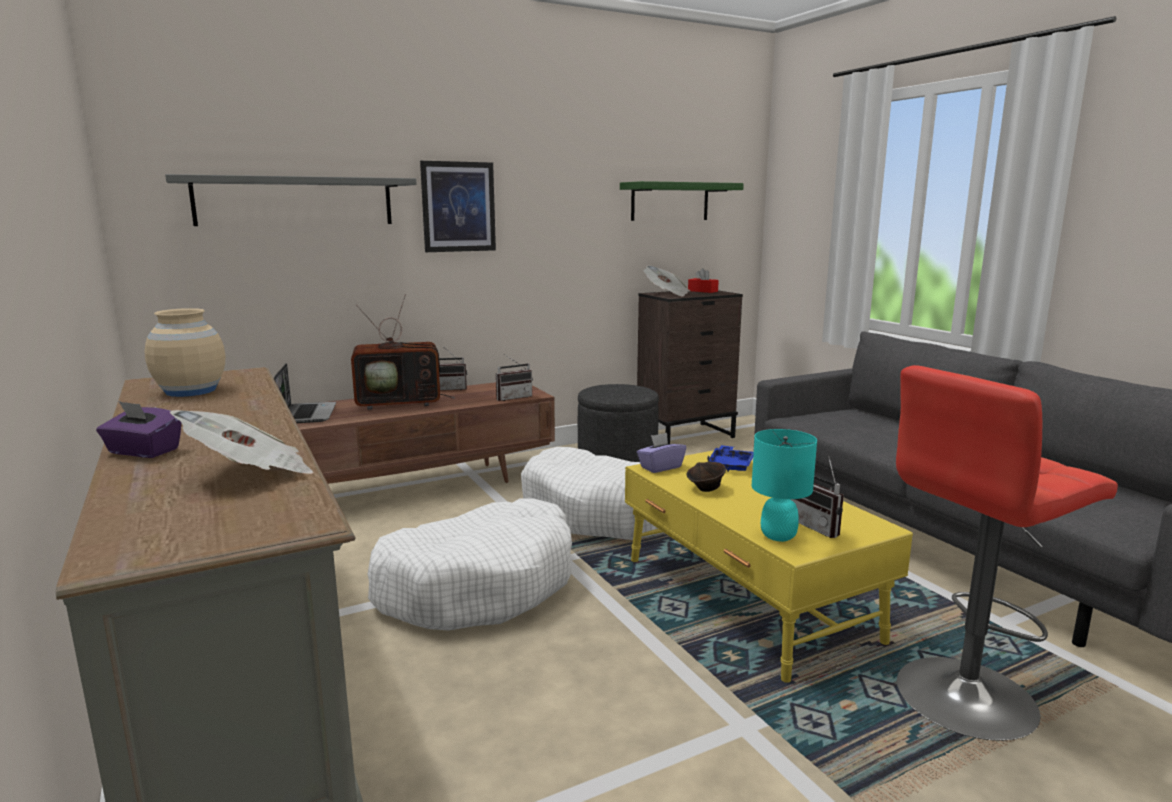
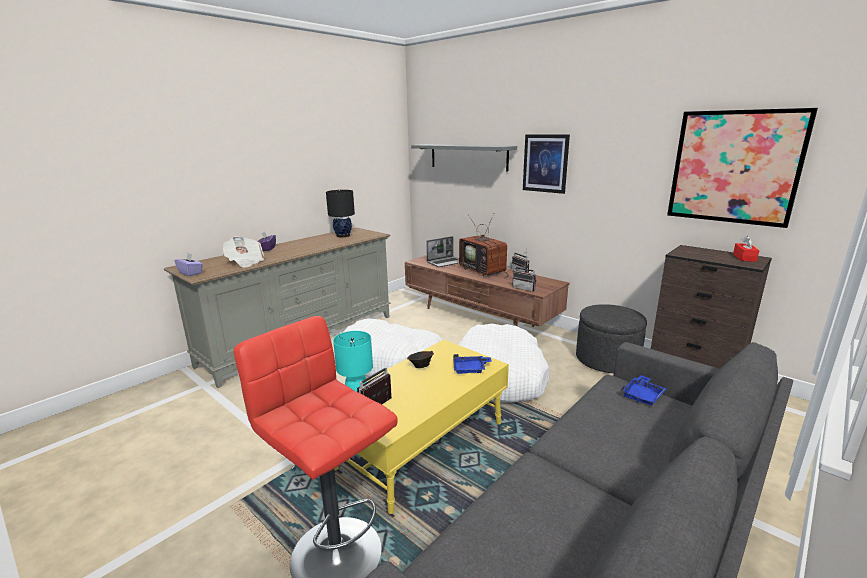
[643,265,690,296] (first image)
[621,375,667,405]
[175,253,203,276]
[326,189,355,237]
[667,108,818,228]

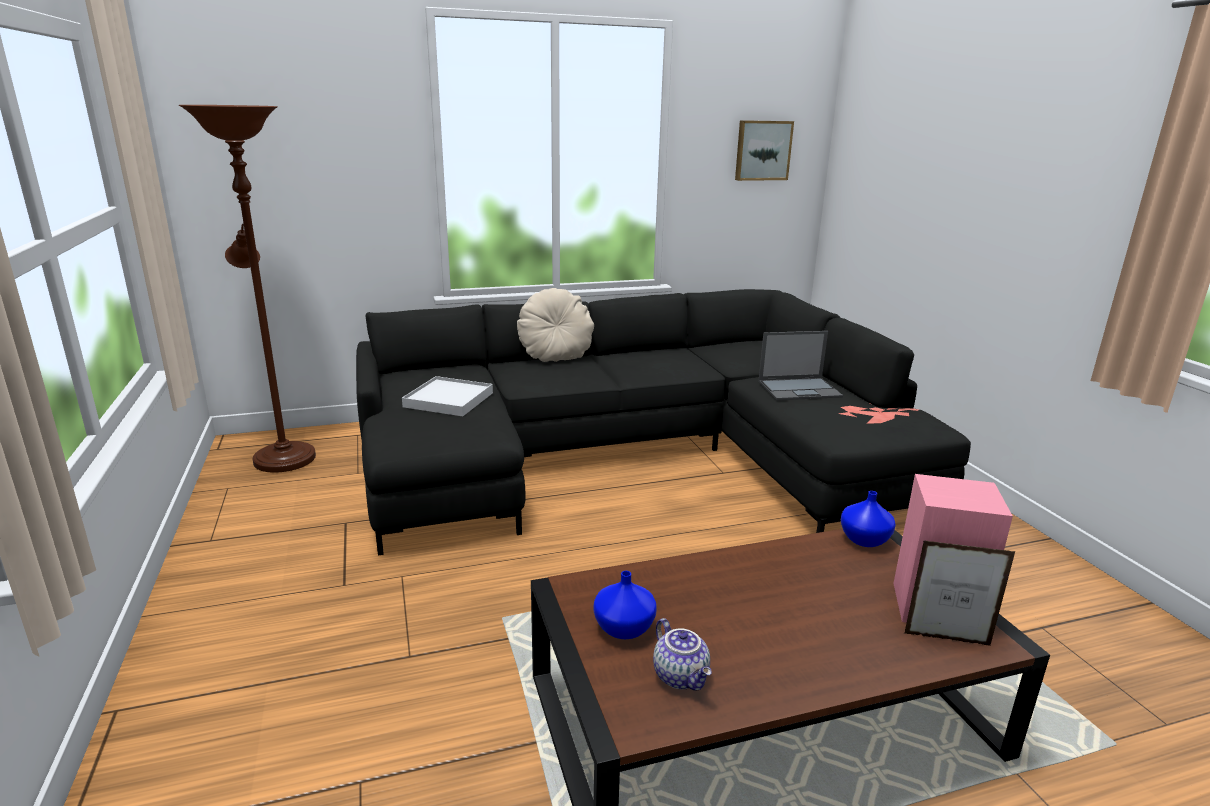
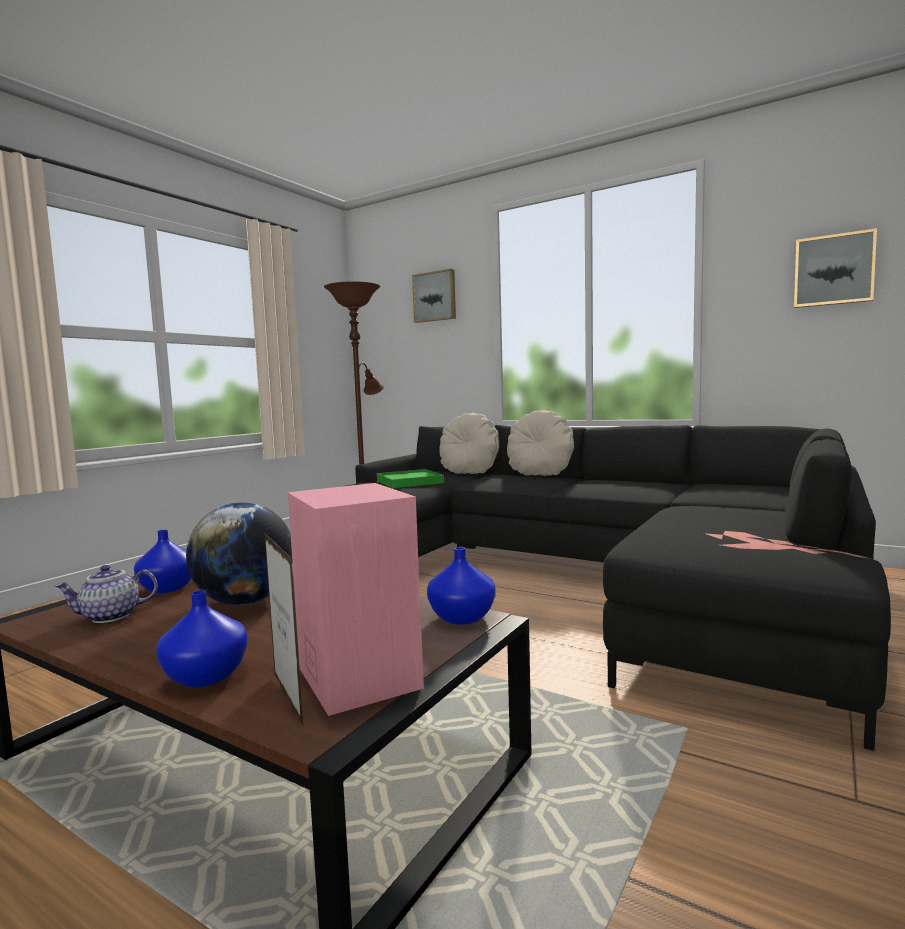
[758,331,843,400] (first image)
[156,590,248,687]
[186,502,292,605]
[412,269,456,323]
[439,413,499,474]
[377,469,444,488]
[54,565,158,623]

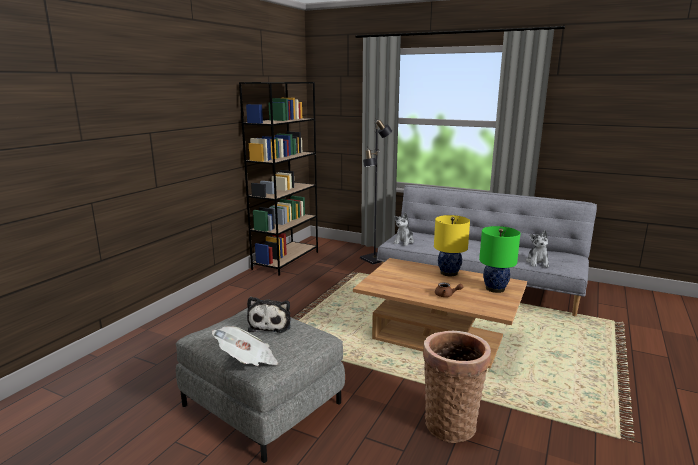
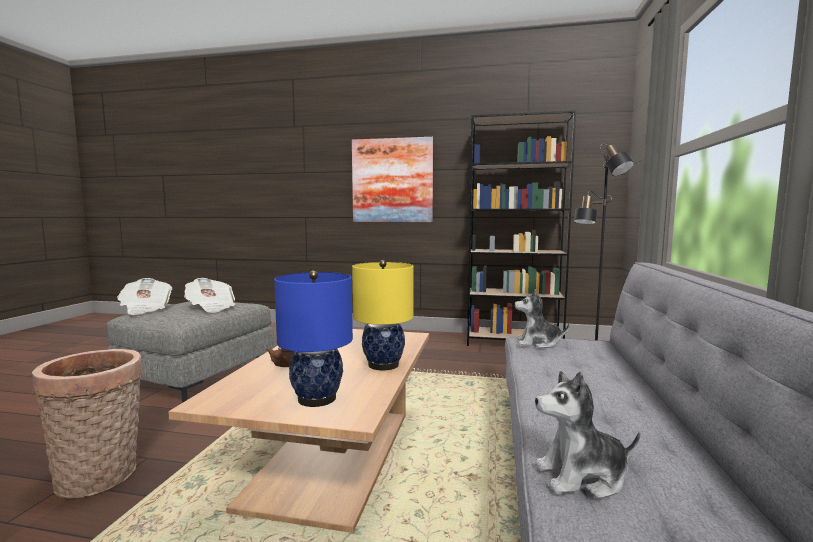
[352,137,433,222]
[184,278,236,313]
[274,271,353,407]

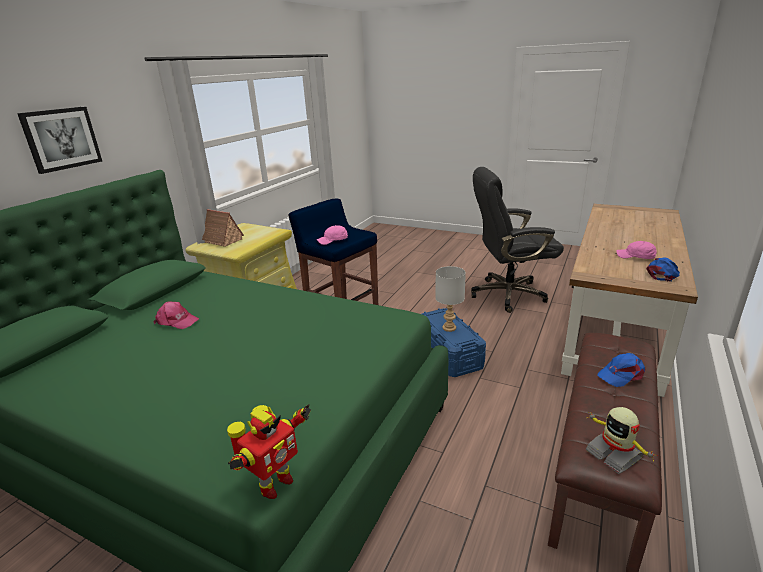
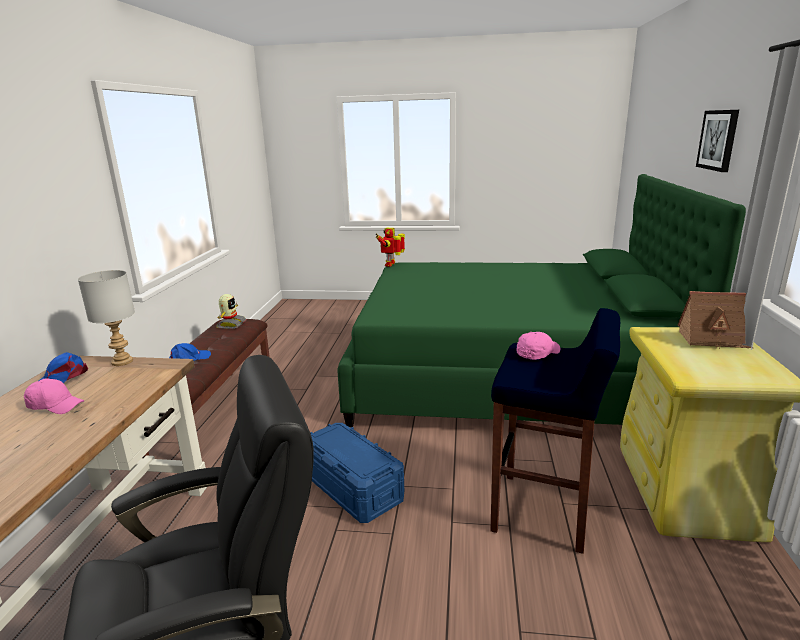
[153,301,199,329] (first image)
[78,270,135,366]
[216,294,246,329]

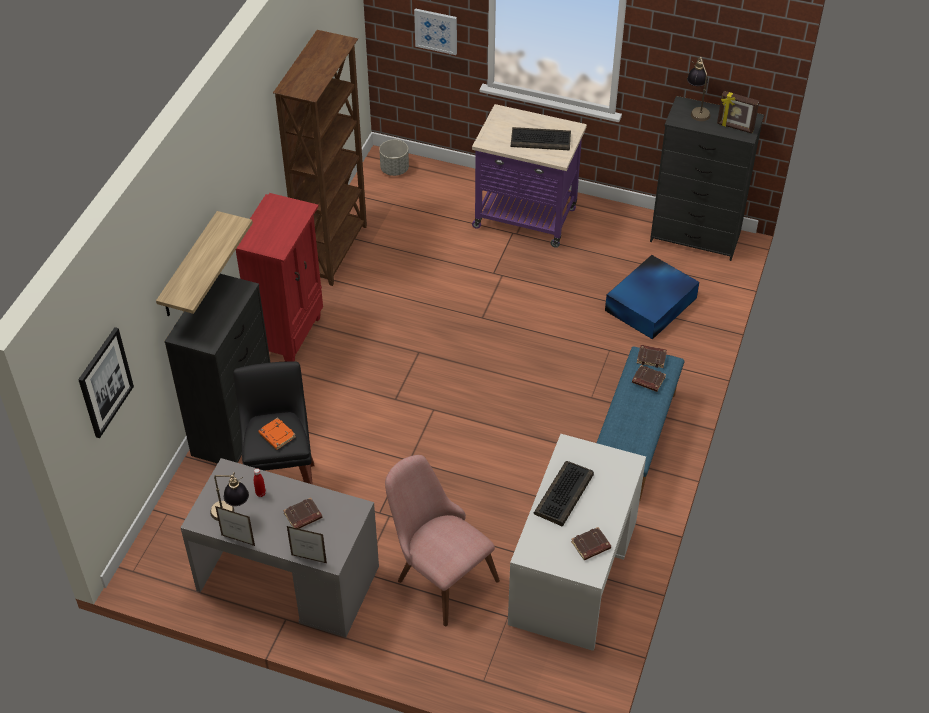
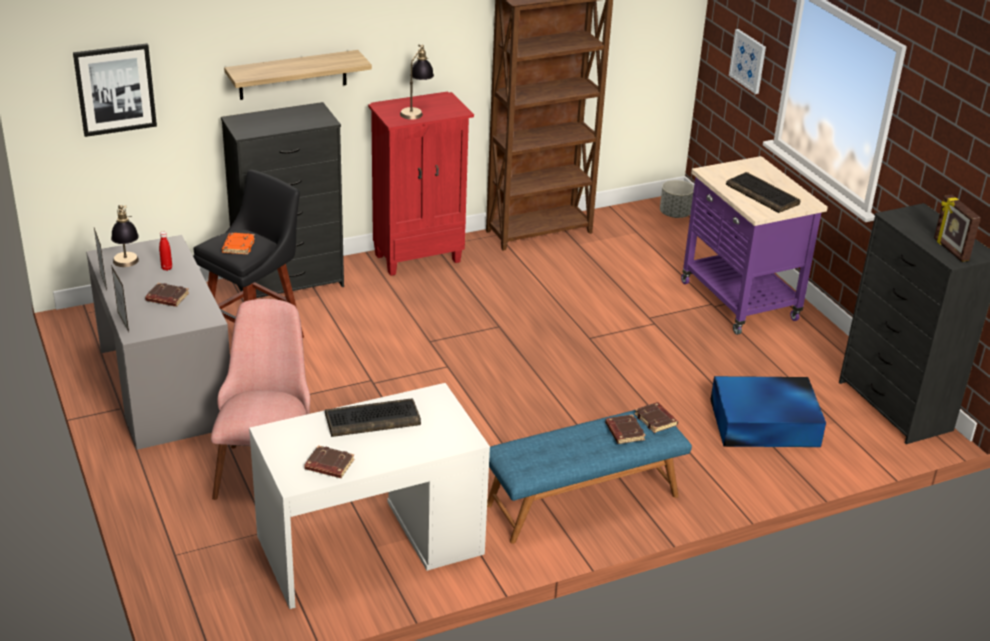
[400,45,434,120]

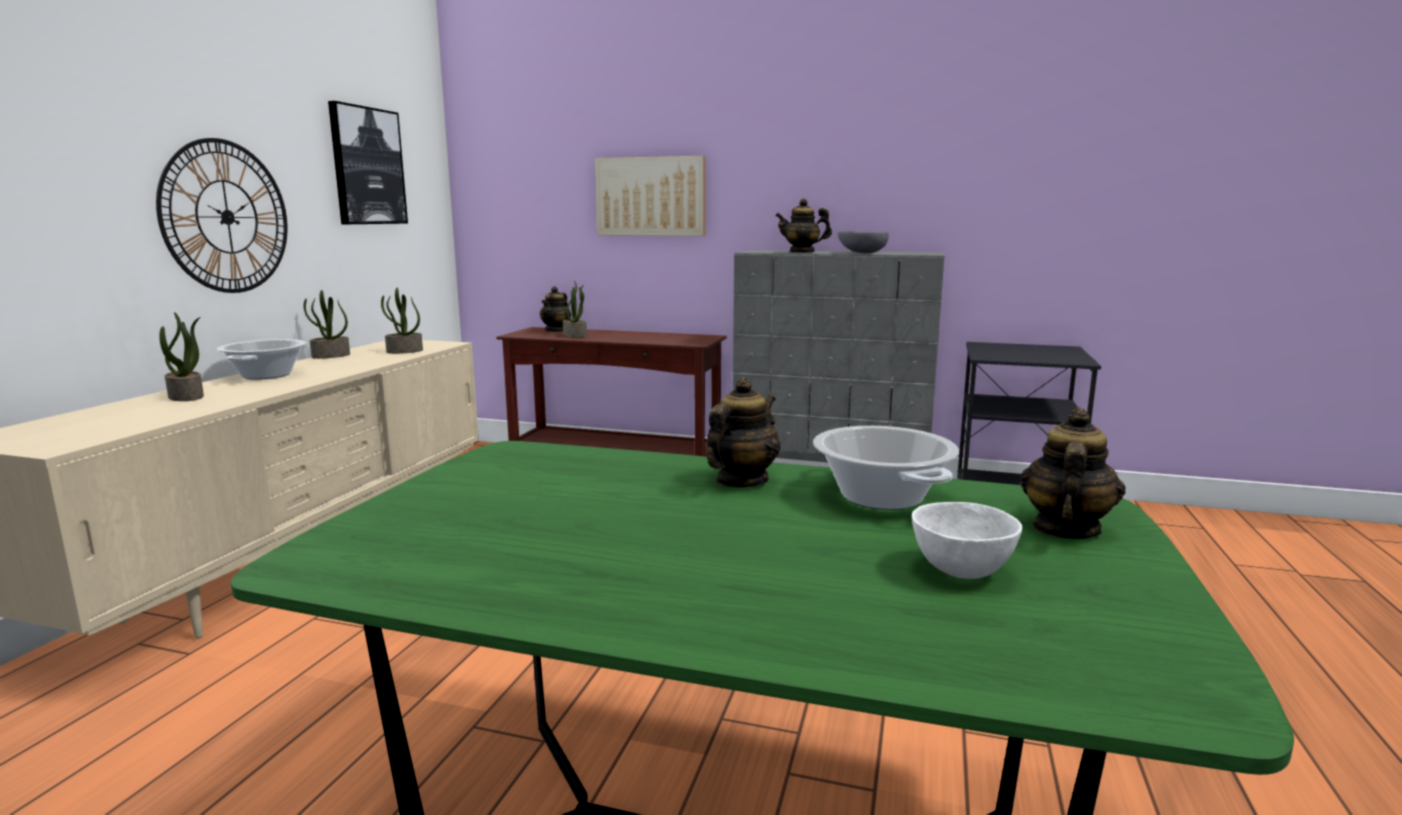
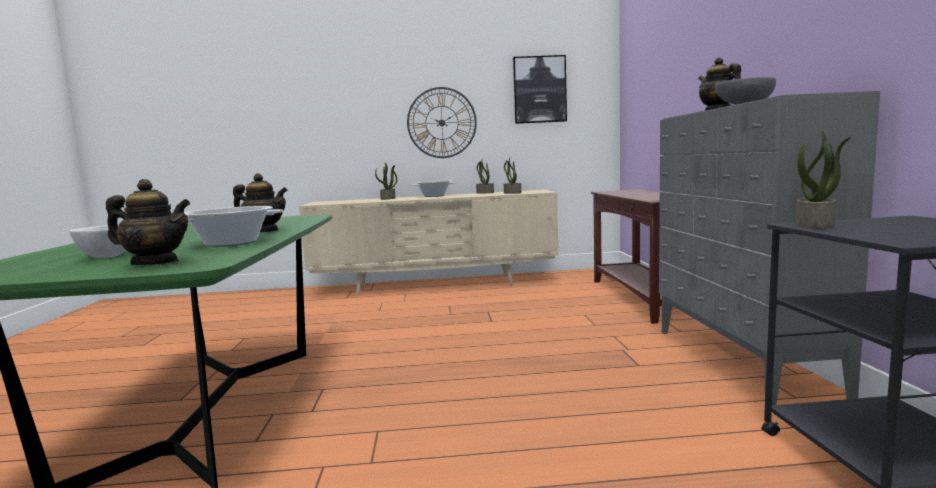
[540,286,571,332] (first image)
[595,156,705,236] (first image)
[796,130,851,229]

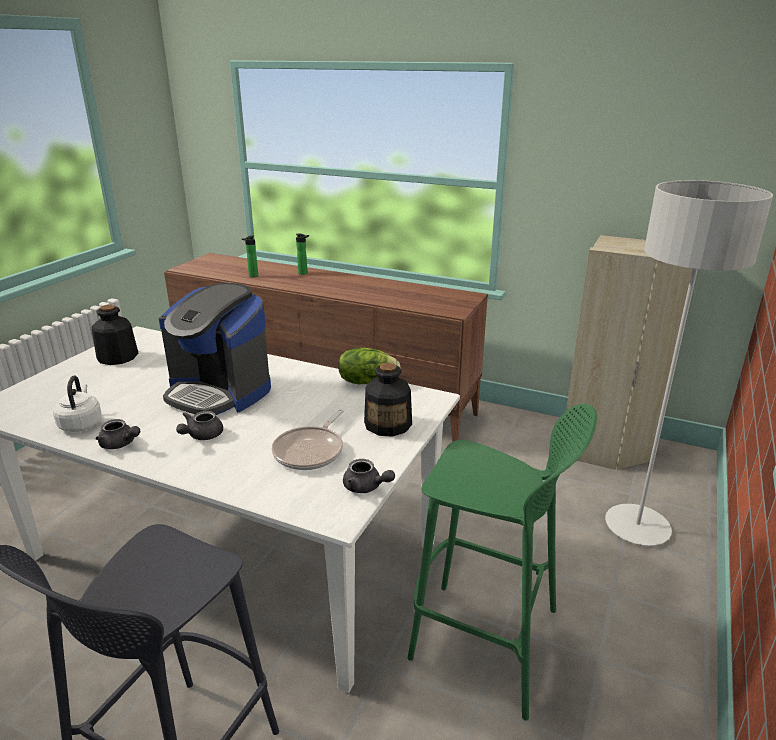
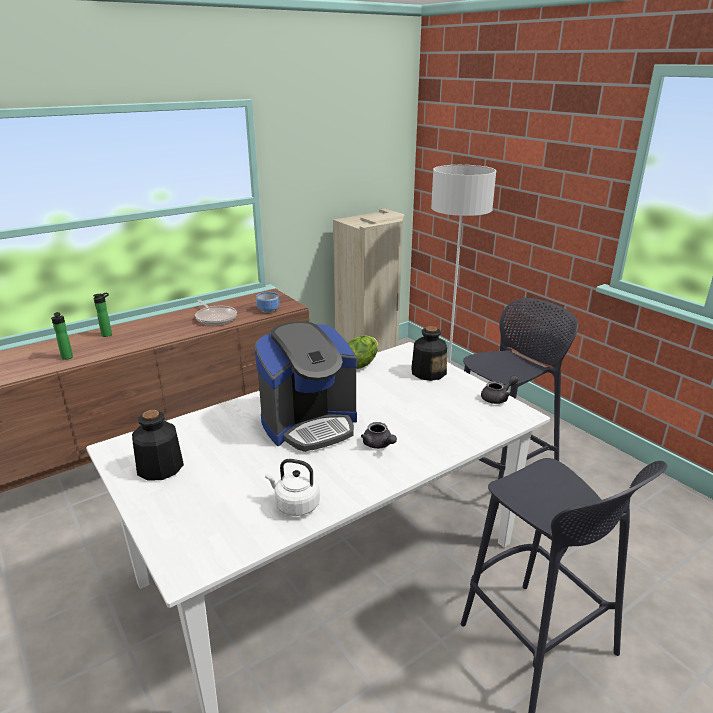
[95,419,140,449] (first image)
[256,292,279,313]
[195,300,237,325]
[463,298,578,510]

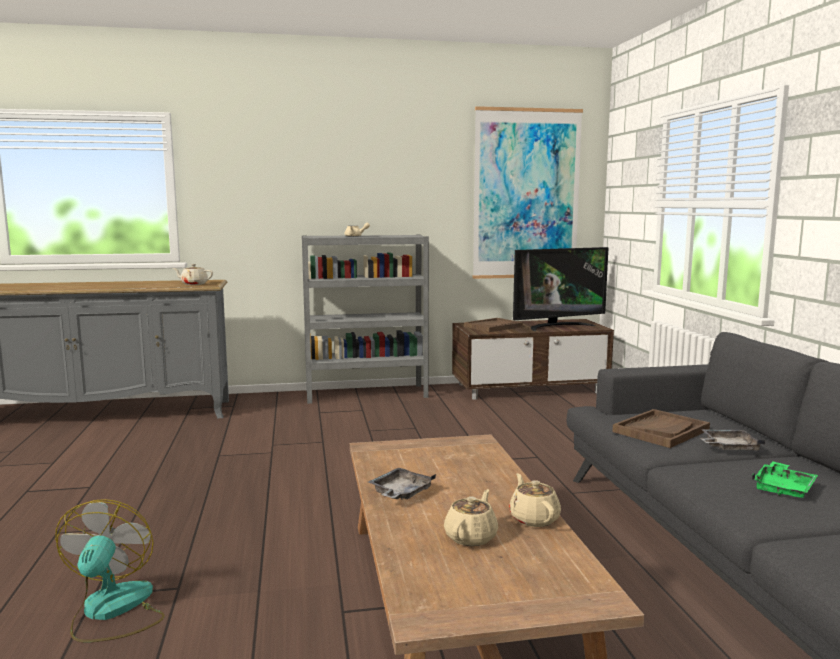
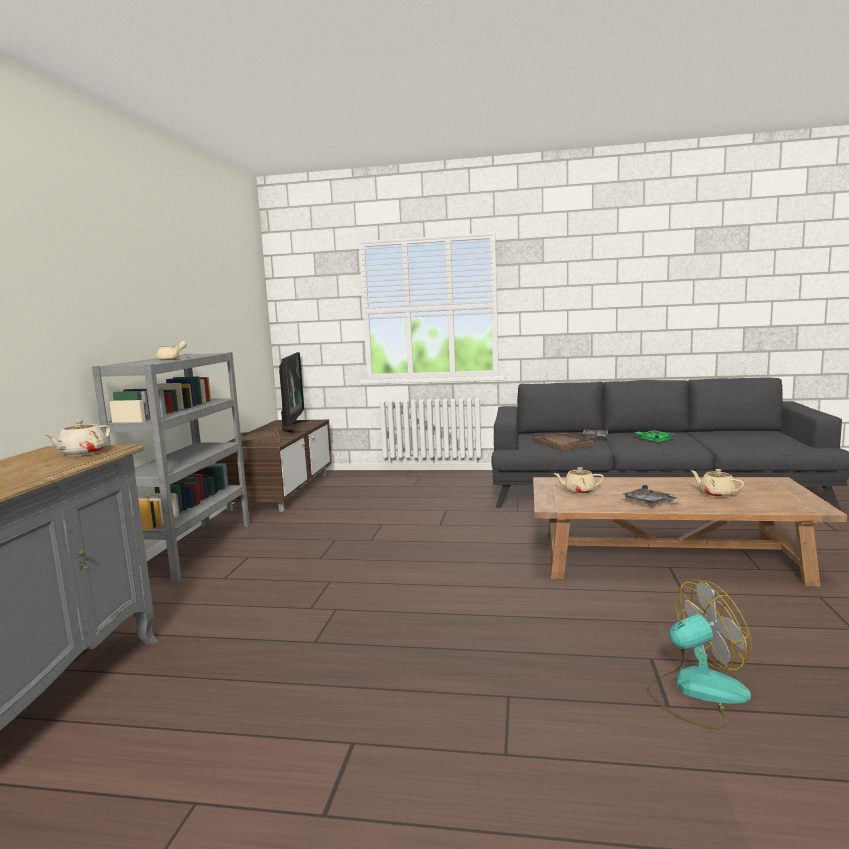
[473,106,583,279] (first image)
[553,467,604,494]
[647,579,752,730]

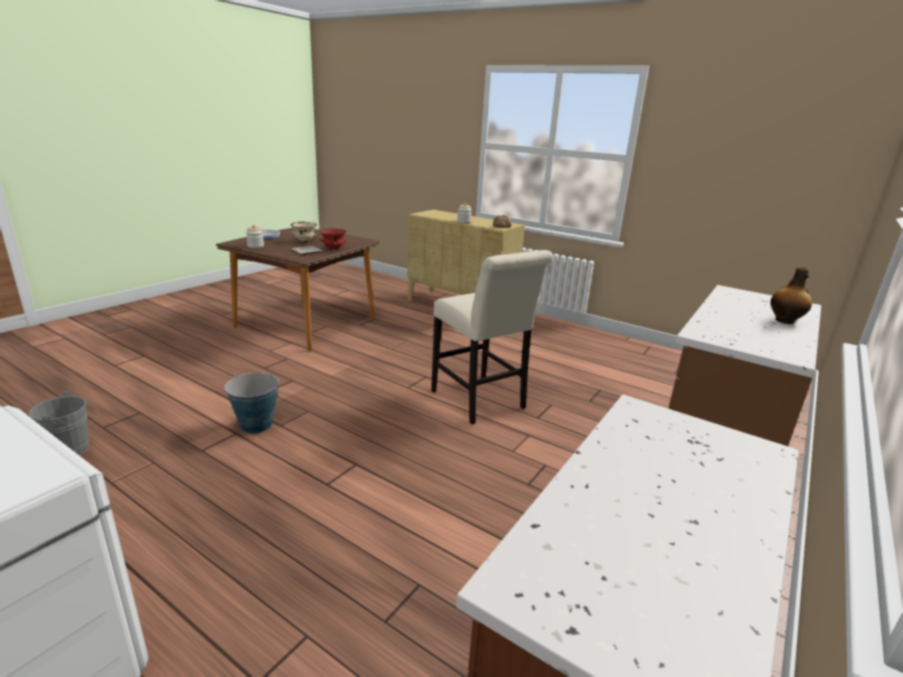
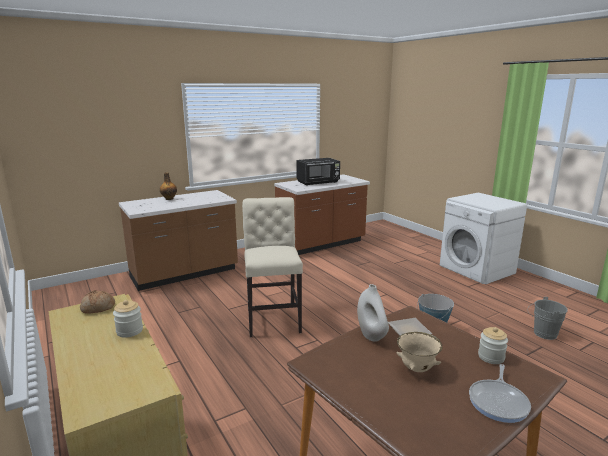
[296,158,340,186]
[357,284,389,342]

